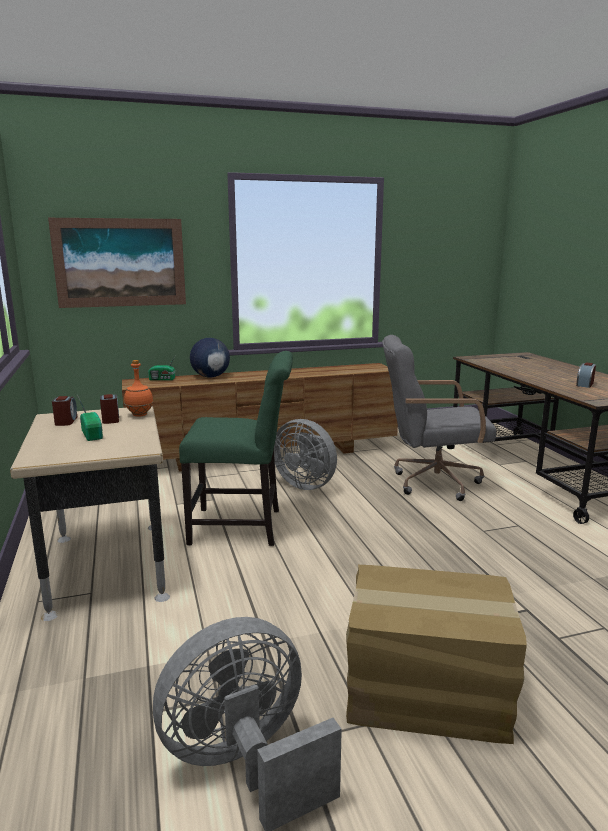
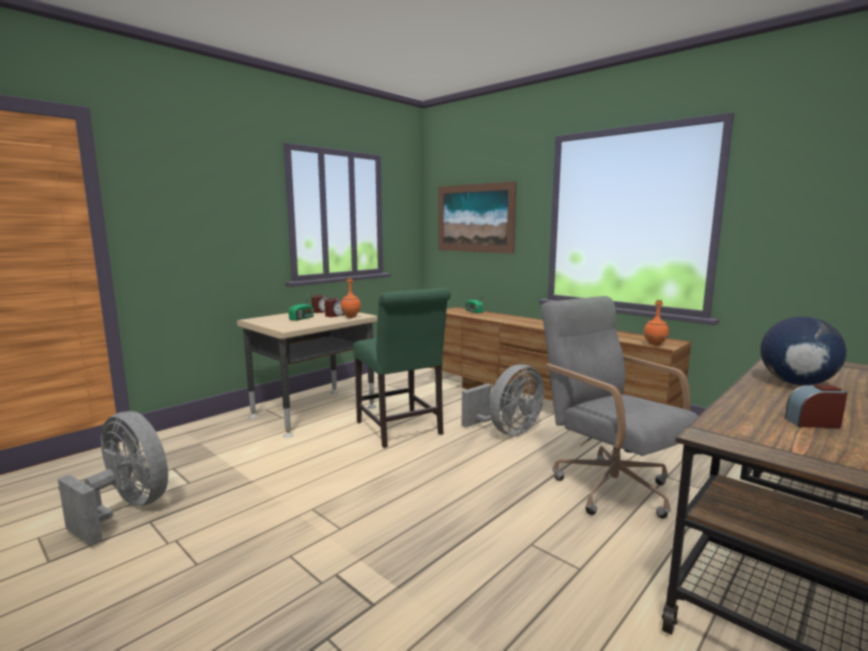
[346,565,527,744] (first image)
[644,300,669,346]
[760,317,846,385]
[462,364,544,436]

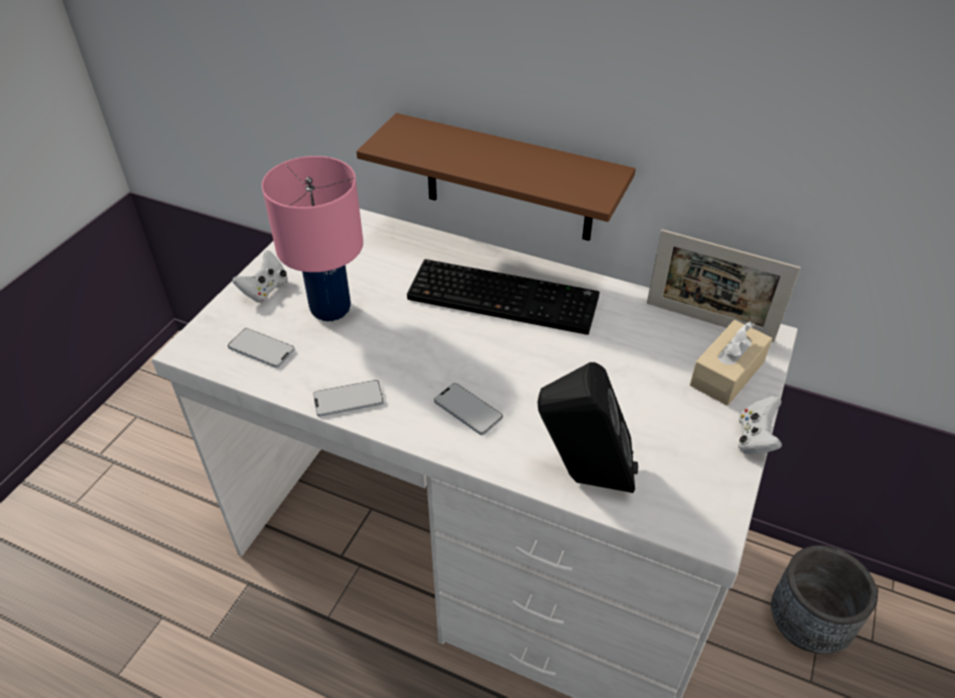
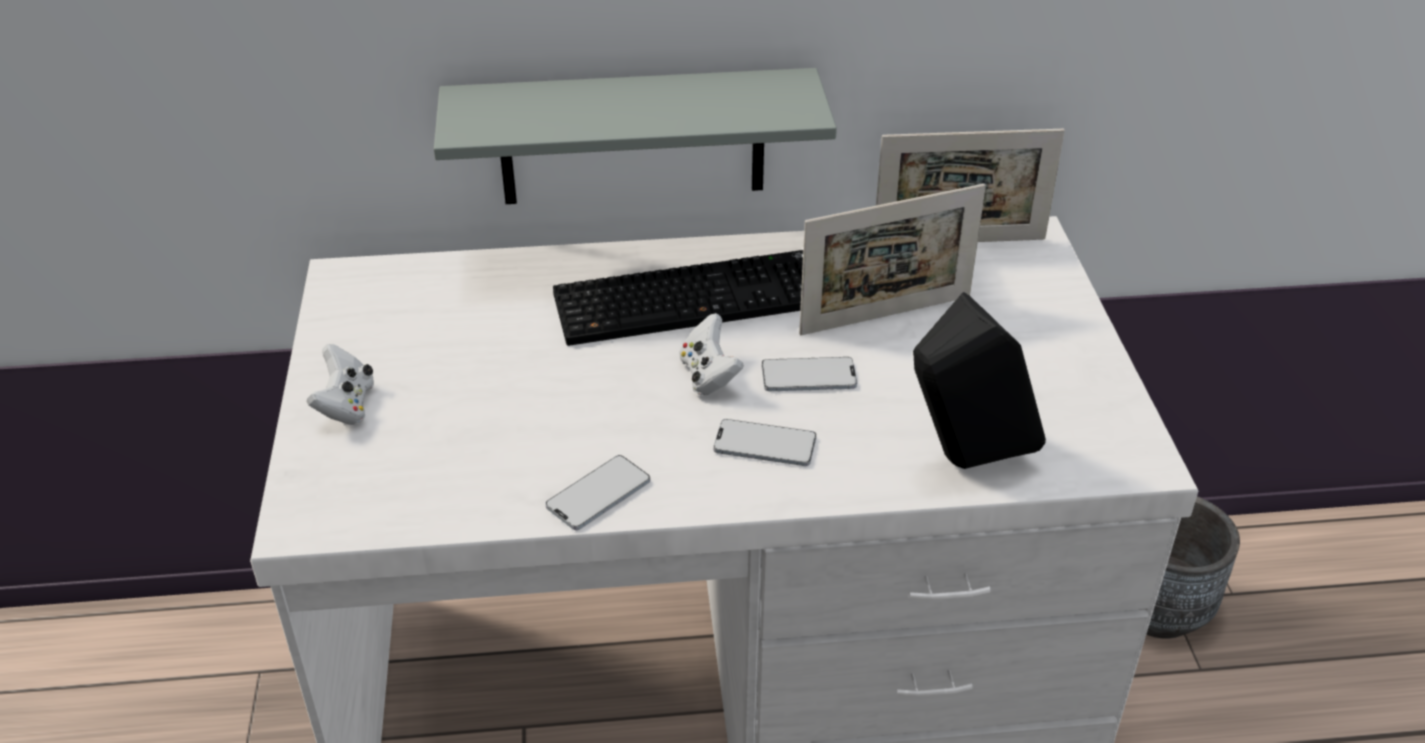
[262,156,363,321] (first image)
[690,320,773,406] (first image)
[799,184,986,335]
[762,357,857,391]
[679,313,744,395]
[434,68,837,204]

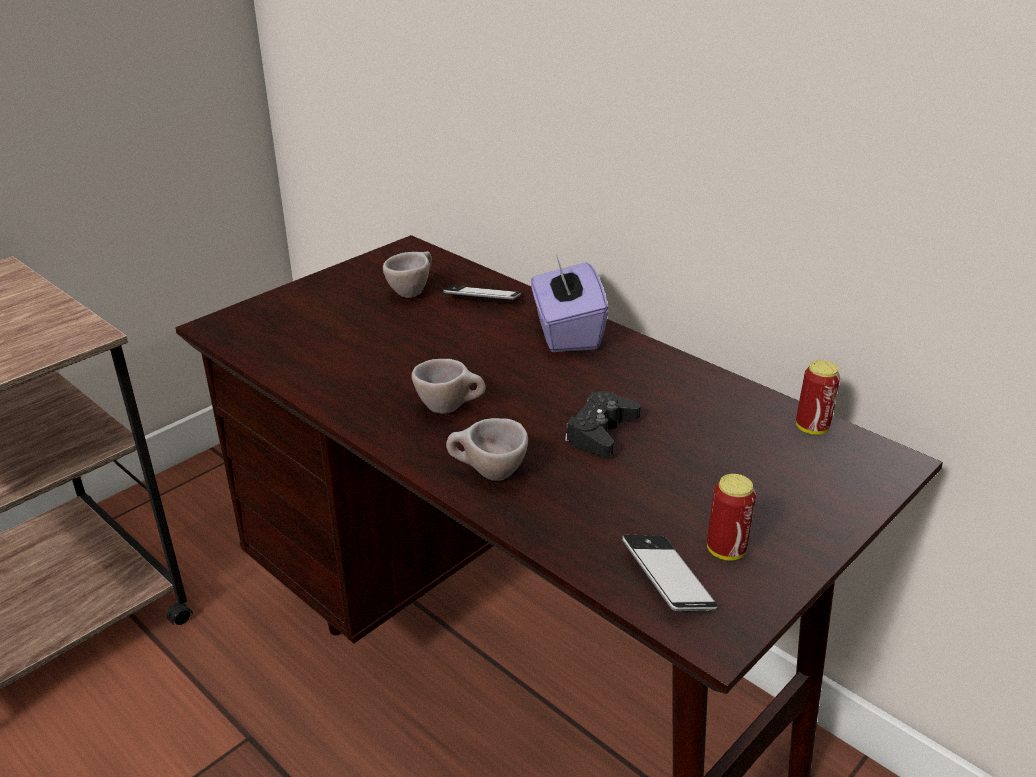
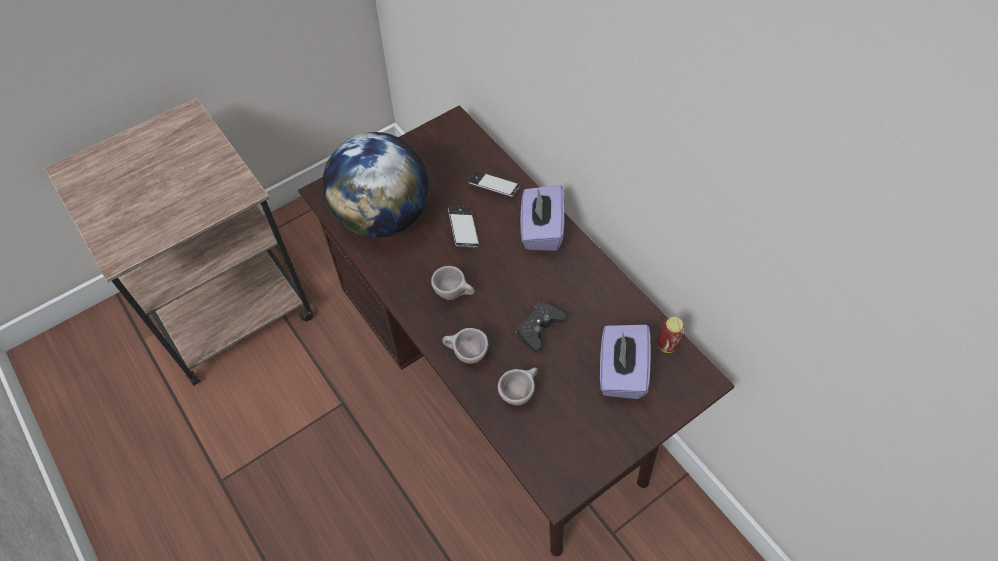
[707,474,756,561] (first image)
[323,132,429,238]
[600,325,651,399]
[498,368,538,405]
[448,206,479,248]

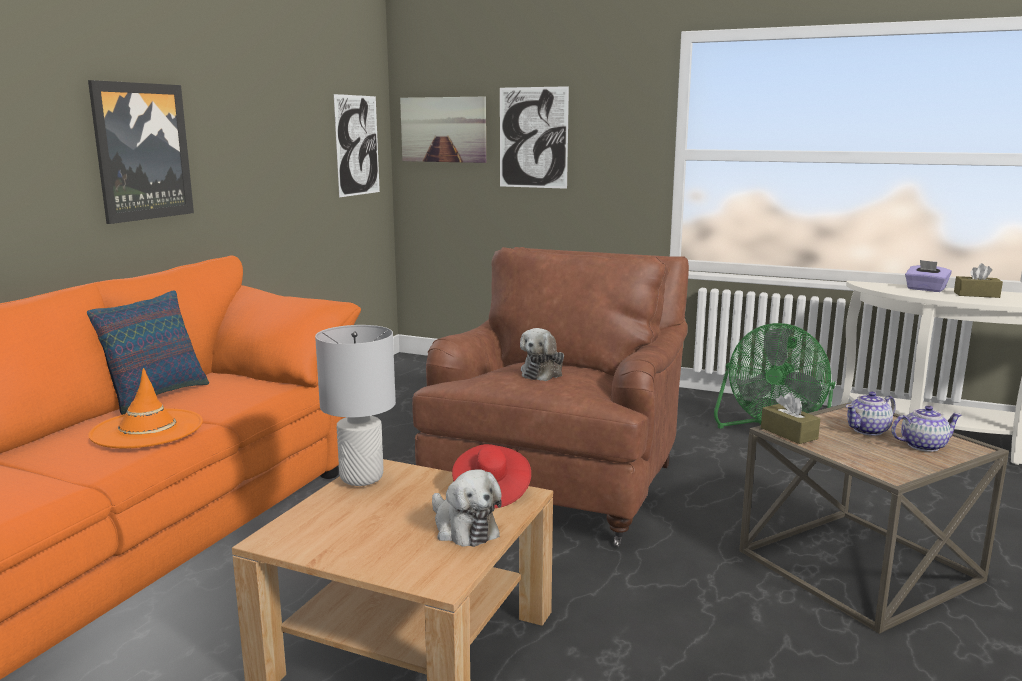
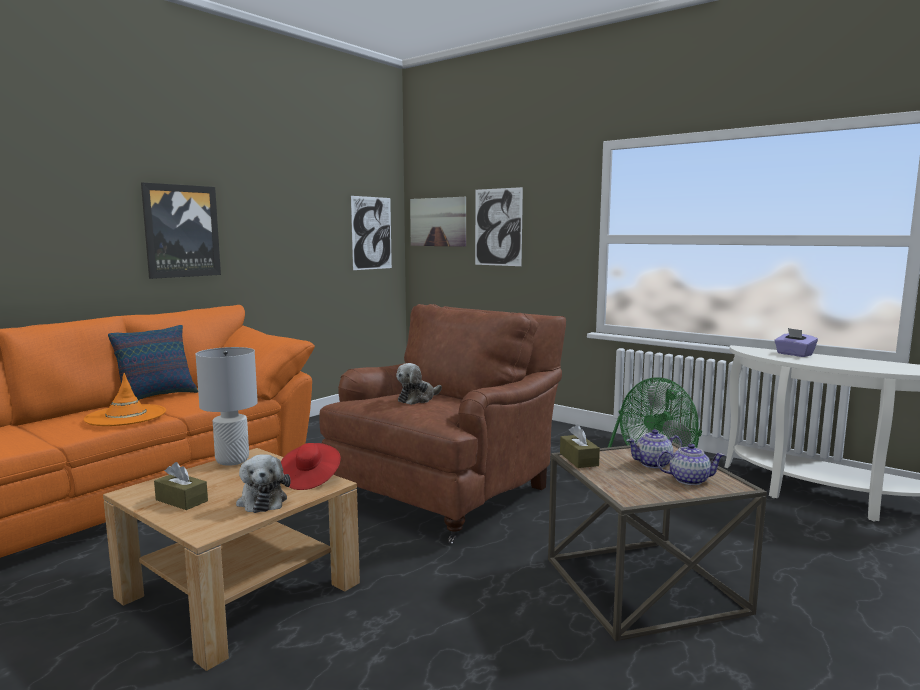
[154,462,208,510]

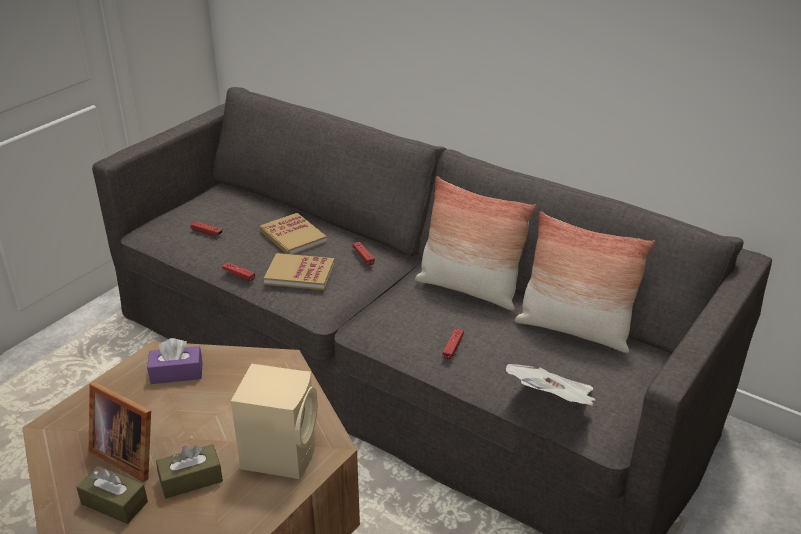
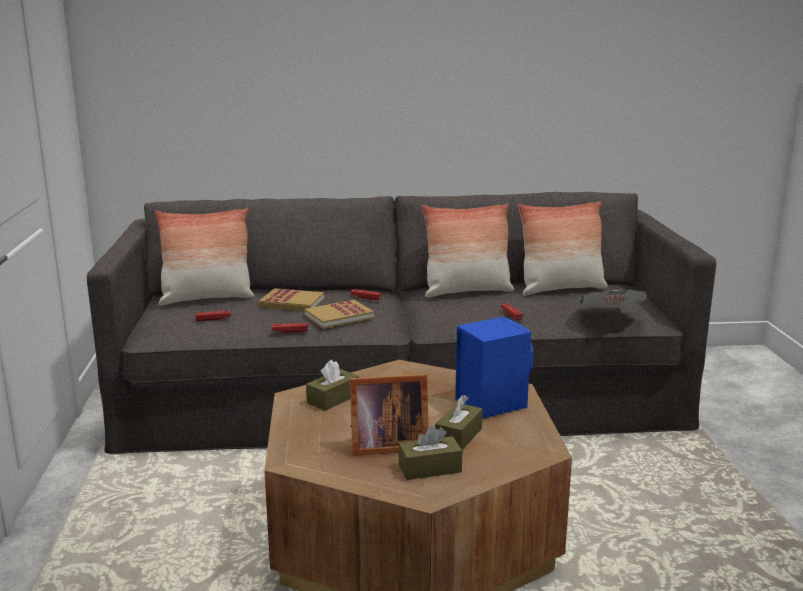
[155,208,255,305]
[306,360,359,411]
[455,317,534,419]

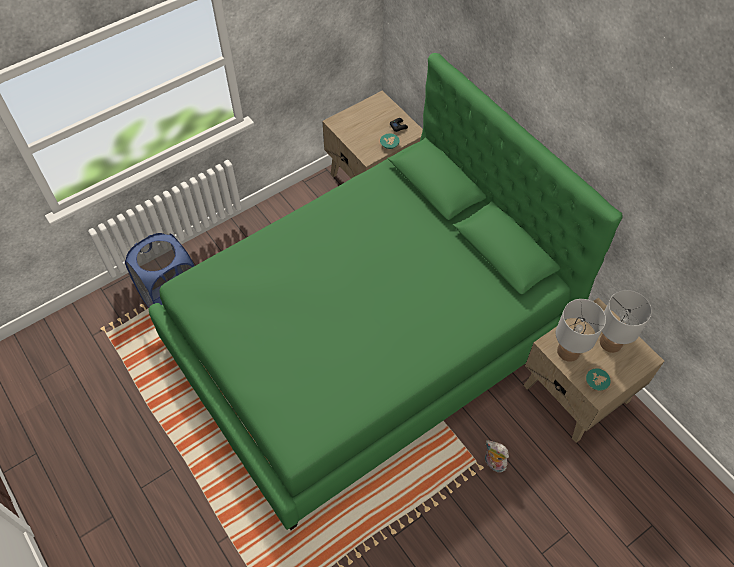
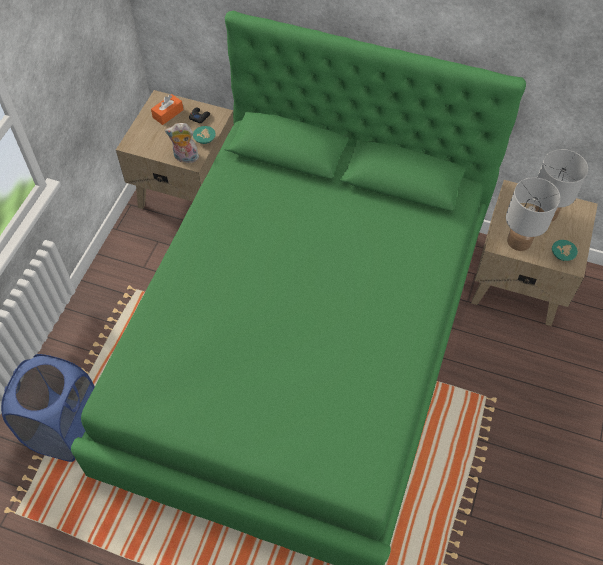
[151,94,183,125]
[165,123,199,163]

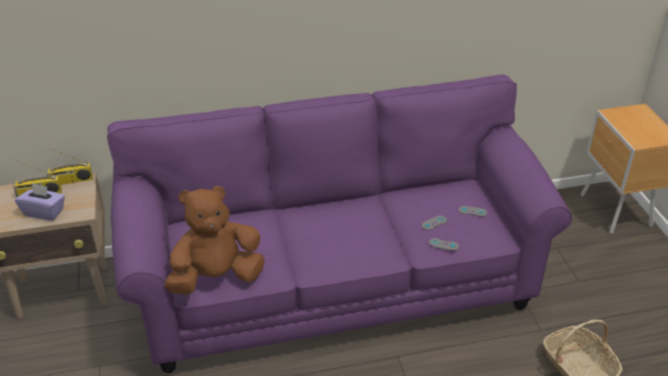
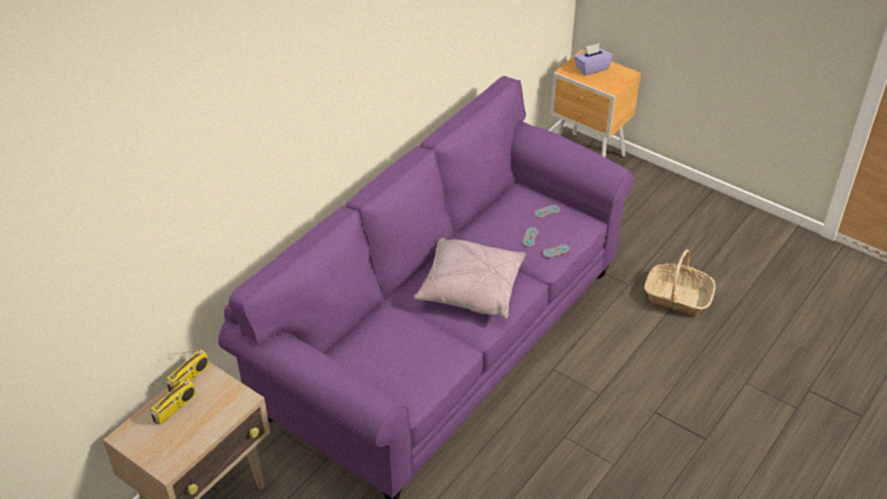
[164,186,265,294] (first image)
[414,237,526,319]
[574,43,613,75]

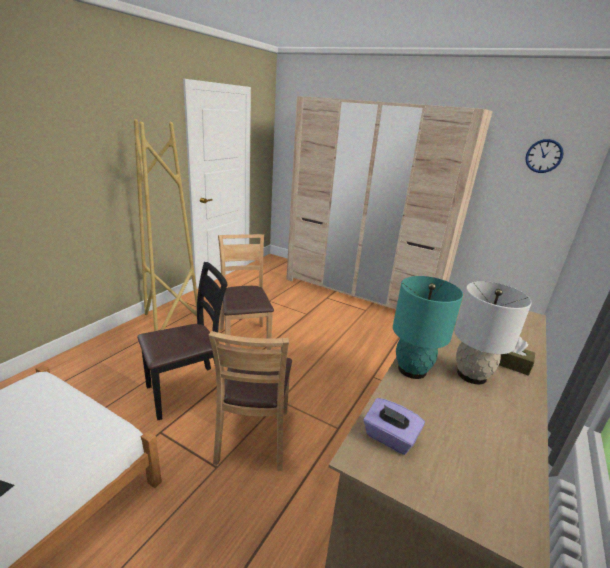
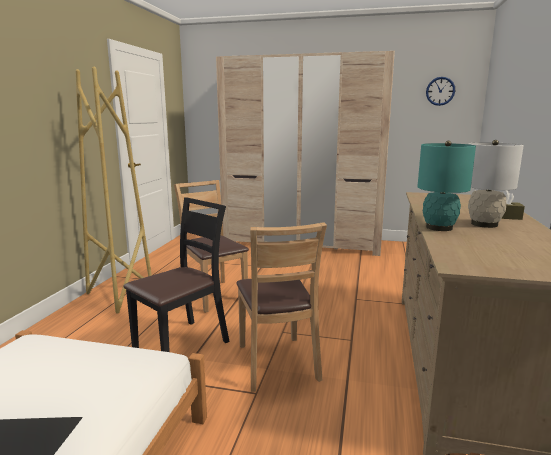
[363,398,425,455] (first image)

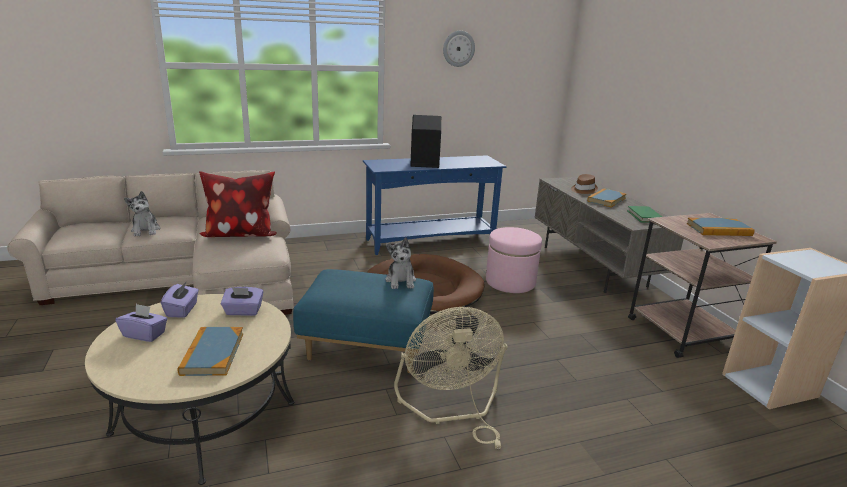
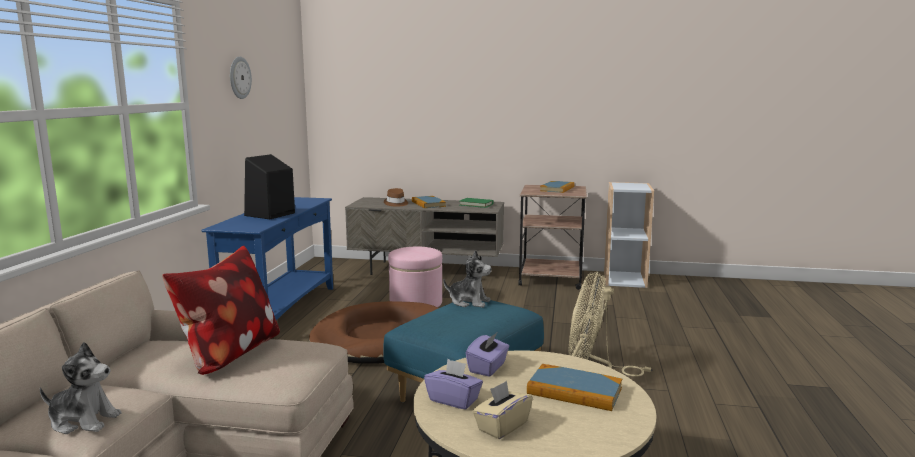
[473,381,533,439]

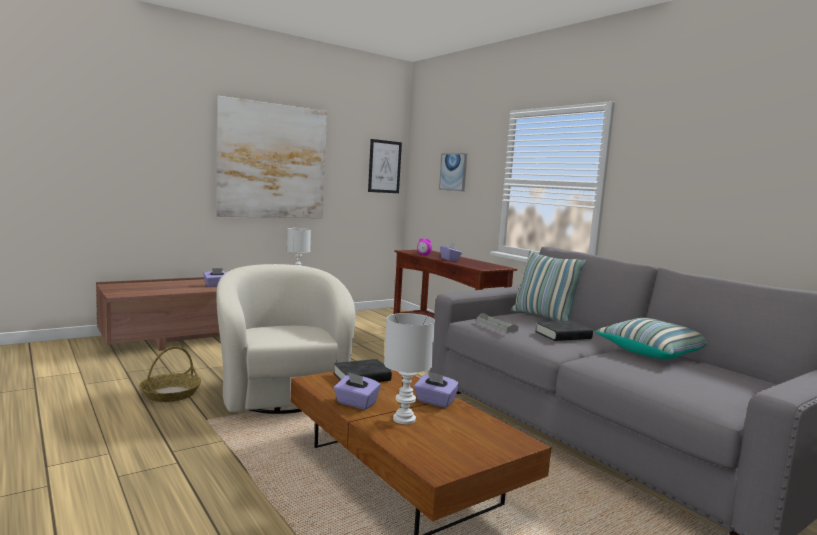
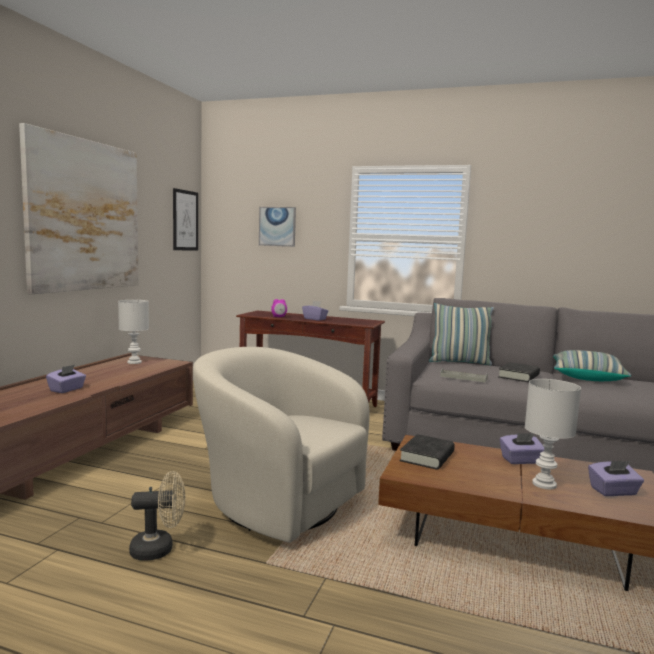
[588,461,644,496]
[129,471,185,560]

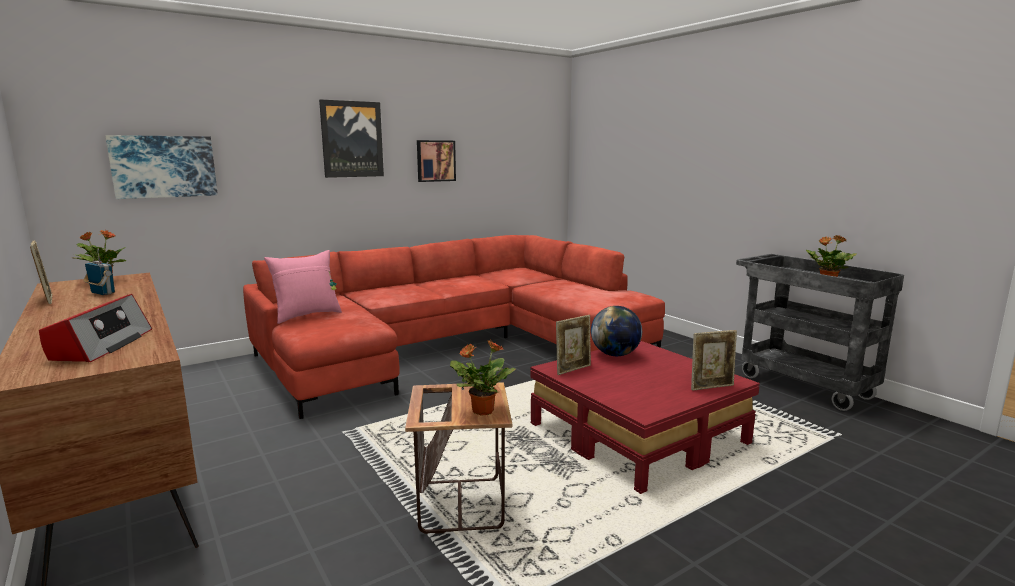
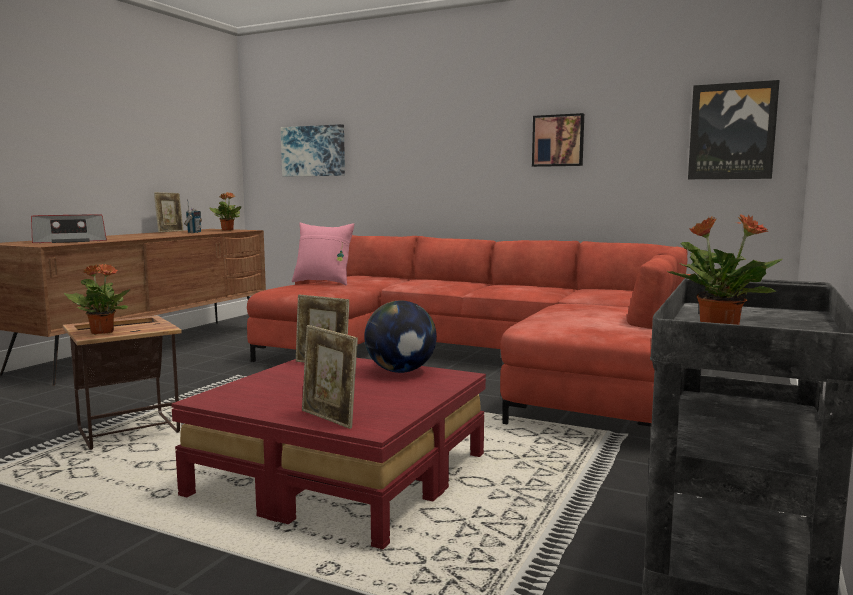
[688,80,780,179]

